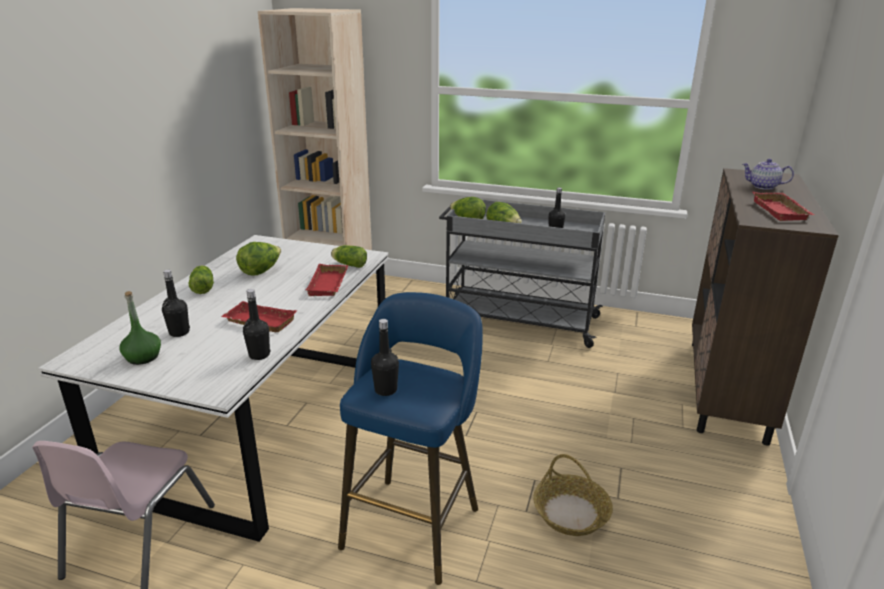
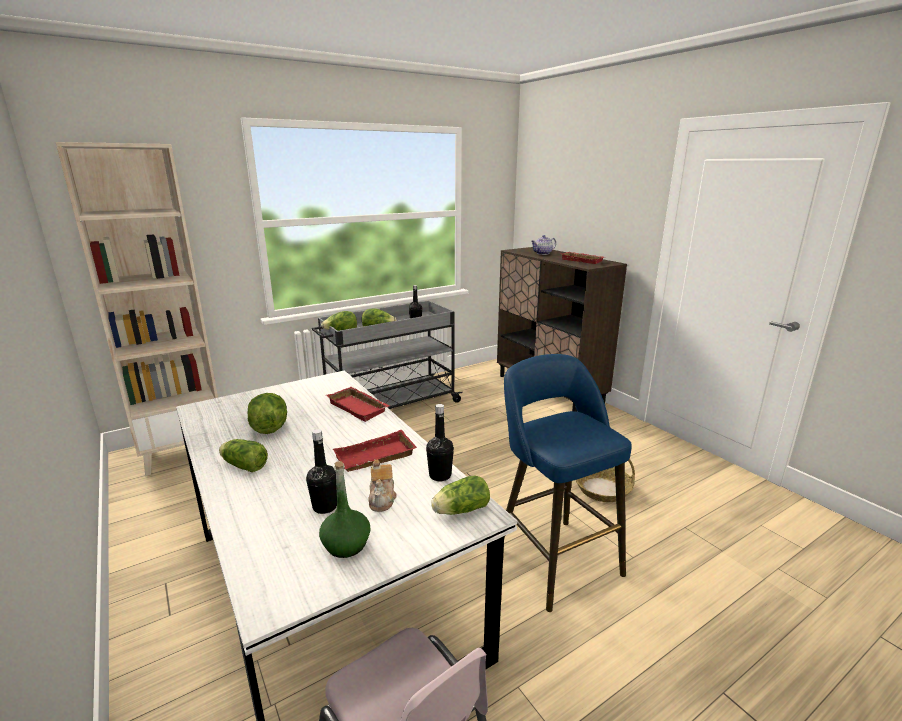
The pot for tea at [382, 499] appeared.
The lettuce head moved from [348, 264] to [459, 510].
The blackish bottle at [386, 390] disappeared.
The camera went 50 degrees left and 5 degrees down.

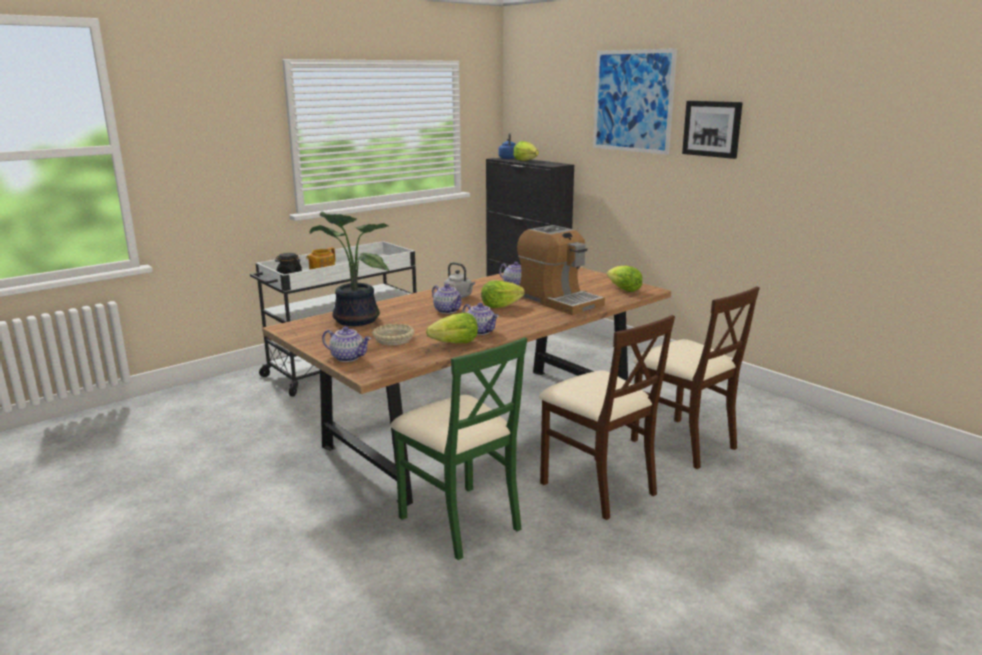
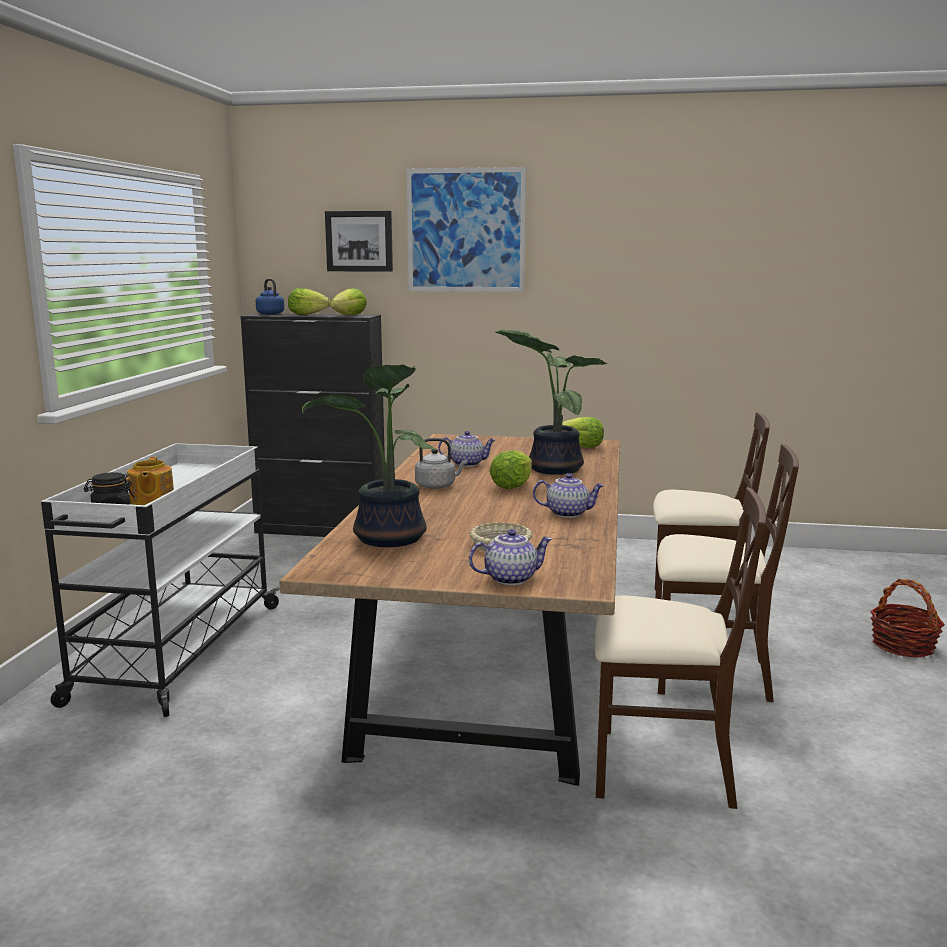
The wall art moved from [712, 128] to [359, 241].
The lettuce head moved from [455, 343] to [349, 315].
The coffee maker at [558, 300] was replaced by the houseplant at [552, 468].
The greenish chair at [460, 521] became the beige-coloured chair at [661, 768].
The basket at [903, 646] appeared.
The pot for tea at [448, 310] disappeared.
The camera went 40 degrees left and 5 degrees down.

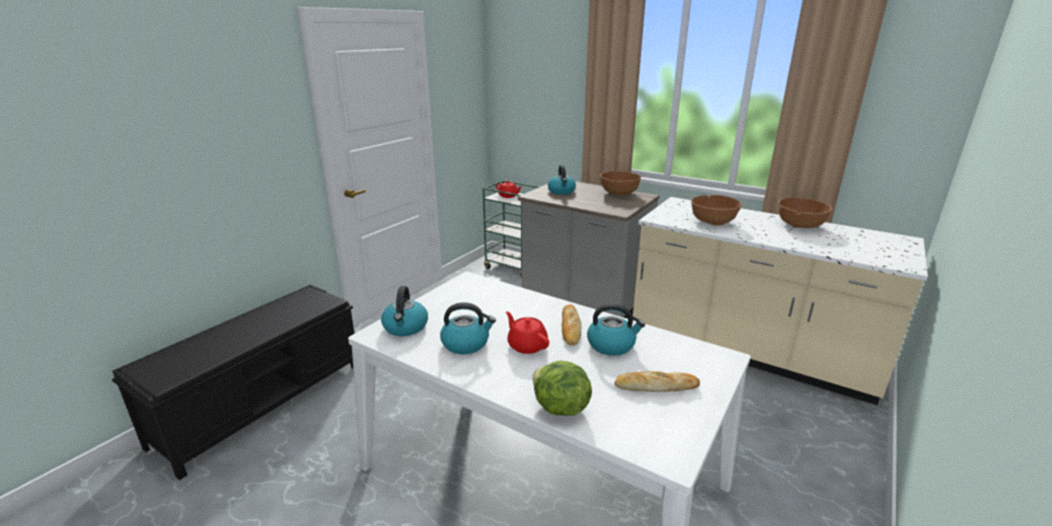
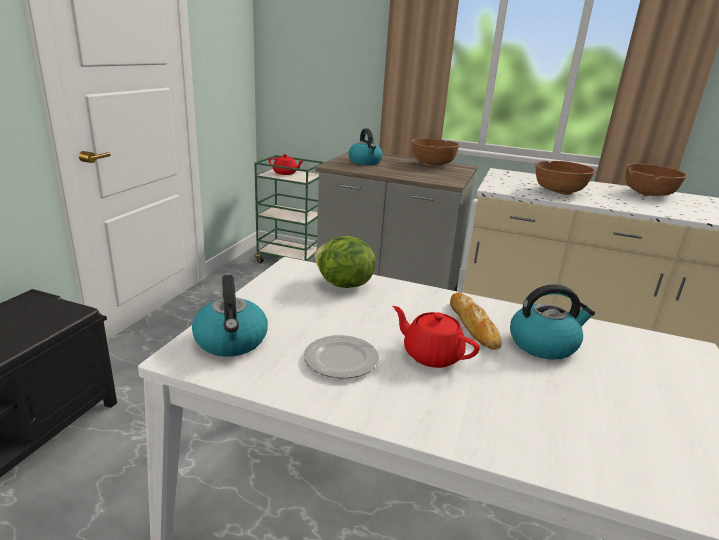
The tea kettle at [466, 343] was replaced by the plate at [340, 359].
The lettuce head moved from [559, 408] to [343, 285].
The bakery bread at [656, 386] disappeared.
The camera went 15 degrees left and 0 degrees up.

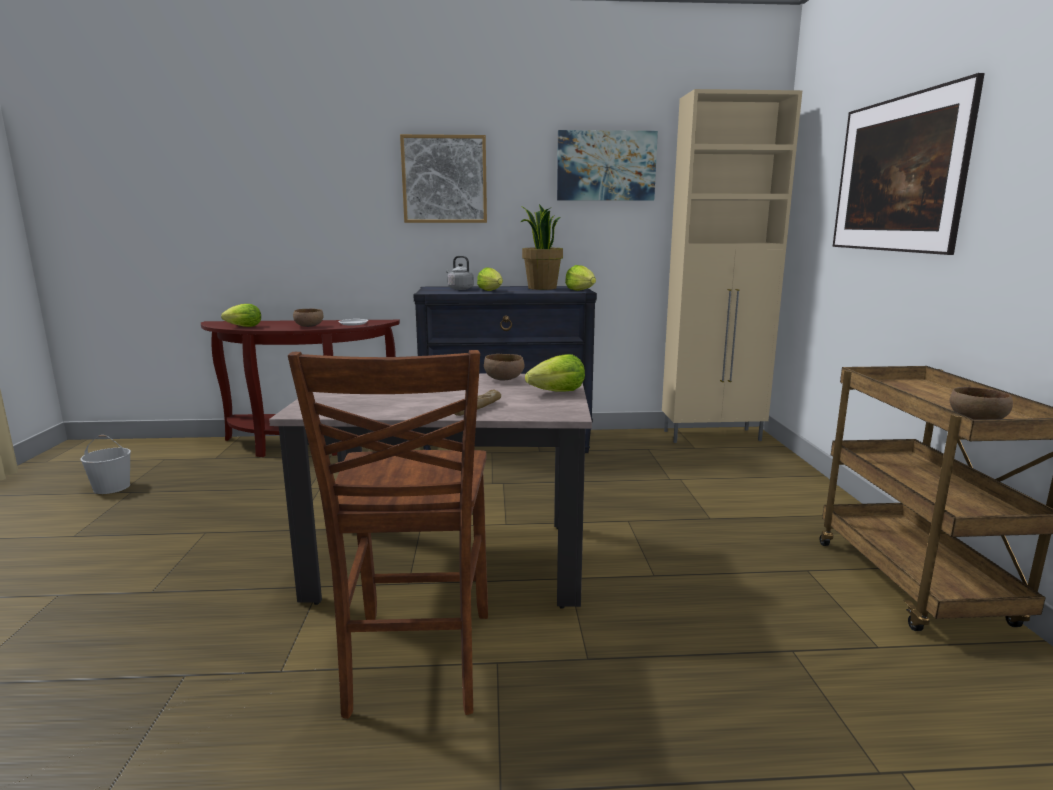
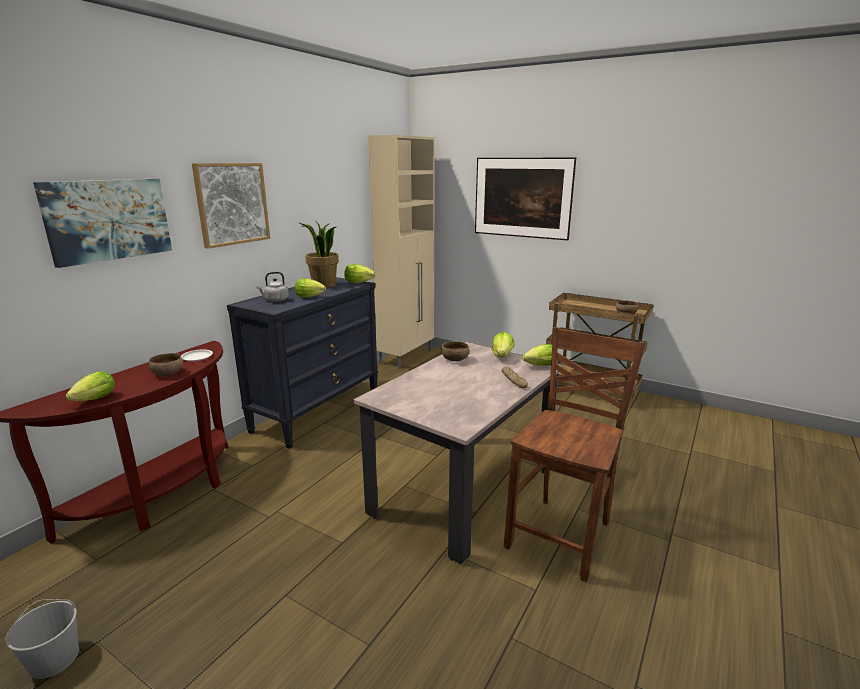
The wall art moved from [606, 166] to [108, 220].
The brownish chair at [416, 663] turned 90 degrees counterclockwise.
The lettuce head at [538, 366] appeared.
The camera went 55 degrees left and 5 degrees up.

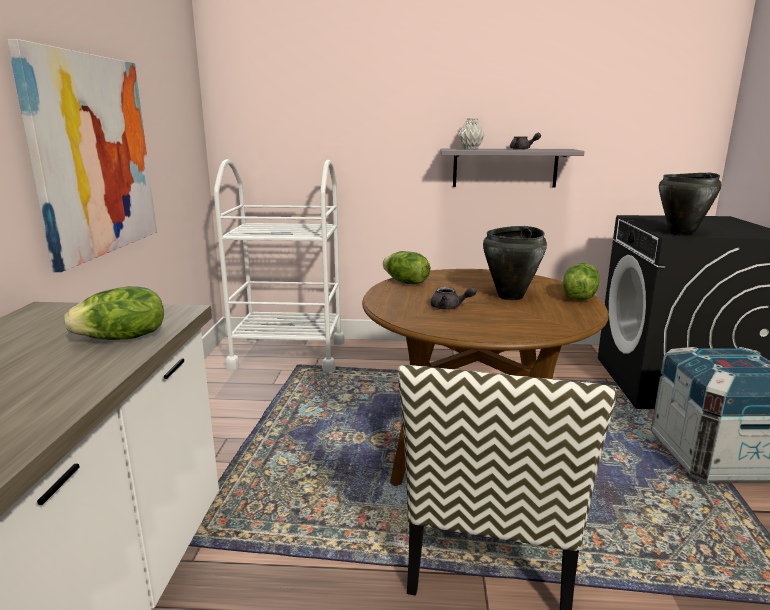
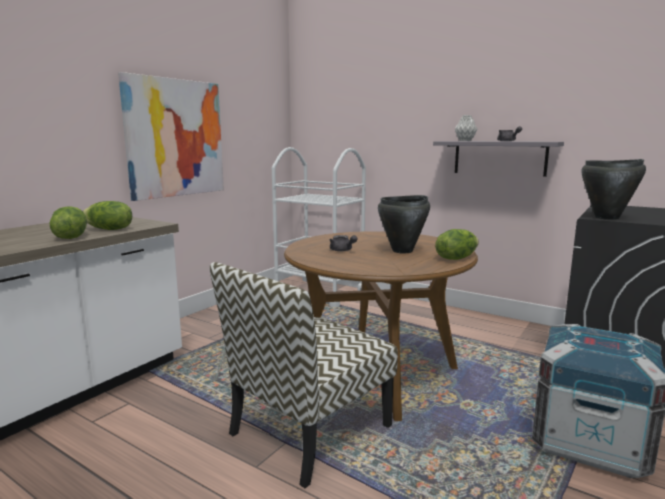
The lettuce head moved from [405, 282] to [70, 237].
The camera went 30 degrees right and 5 degrees down.

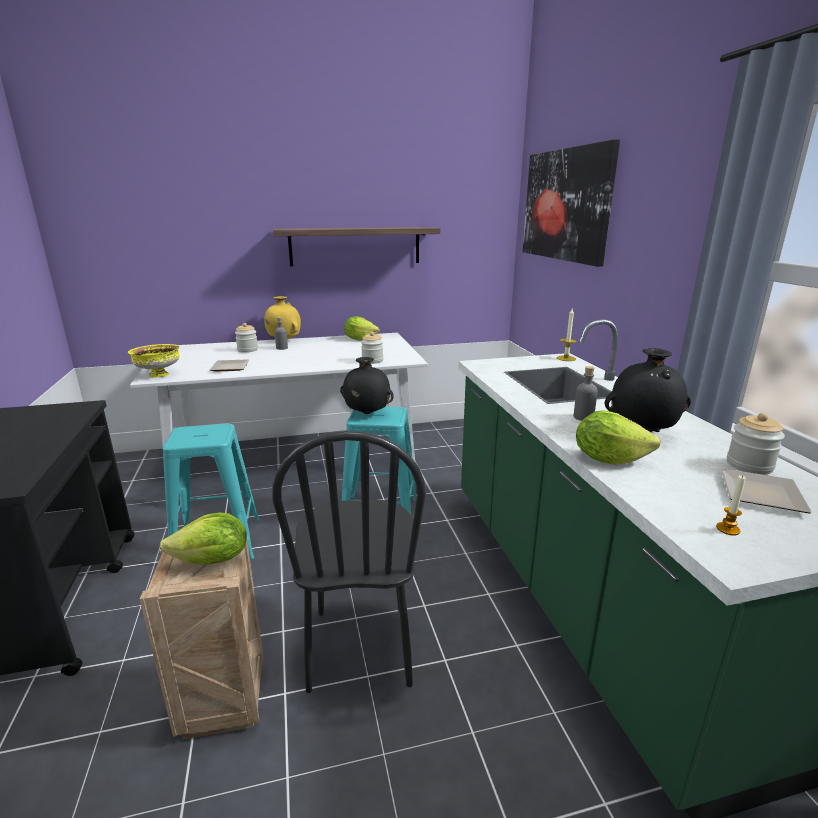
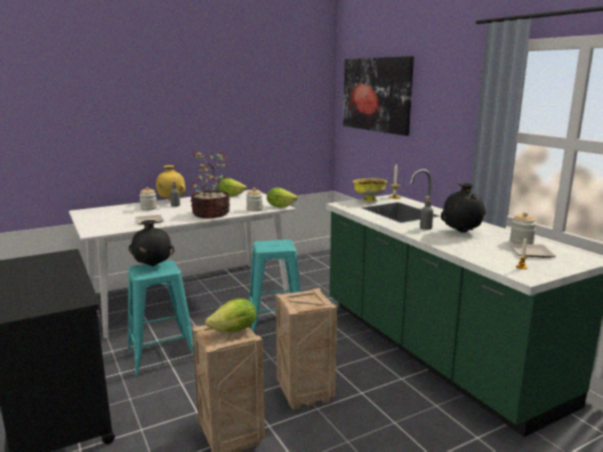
The blackish decorative vase moved from [366, 414] to [152, 266].
The houseplant at [210, 214] appeared.
The lettuce head moved from [608, 459] to [280, 206].
The blackish chair at [360, 647] was replaced by the crate at [304, 395].
The yellow-coloured deep dish moved from [158, 375] to [369, 200].
The shelf at [355, 246] disappeared.
The camera went 15 degrees left and 5 degrees down.

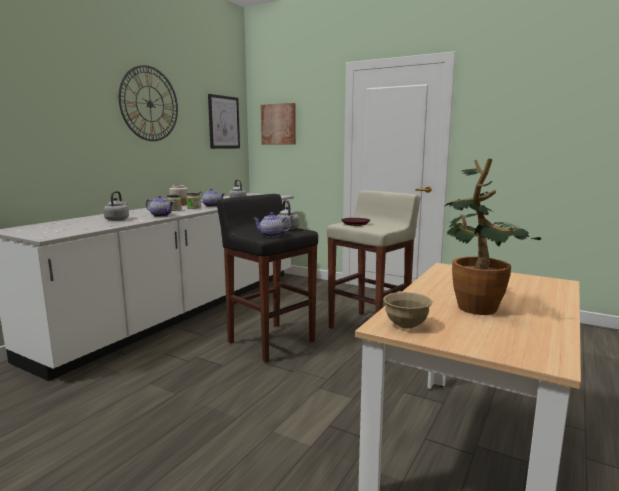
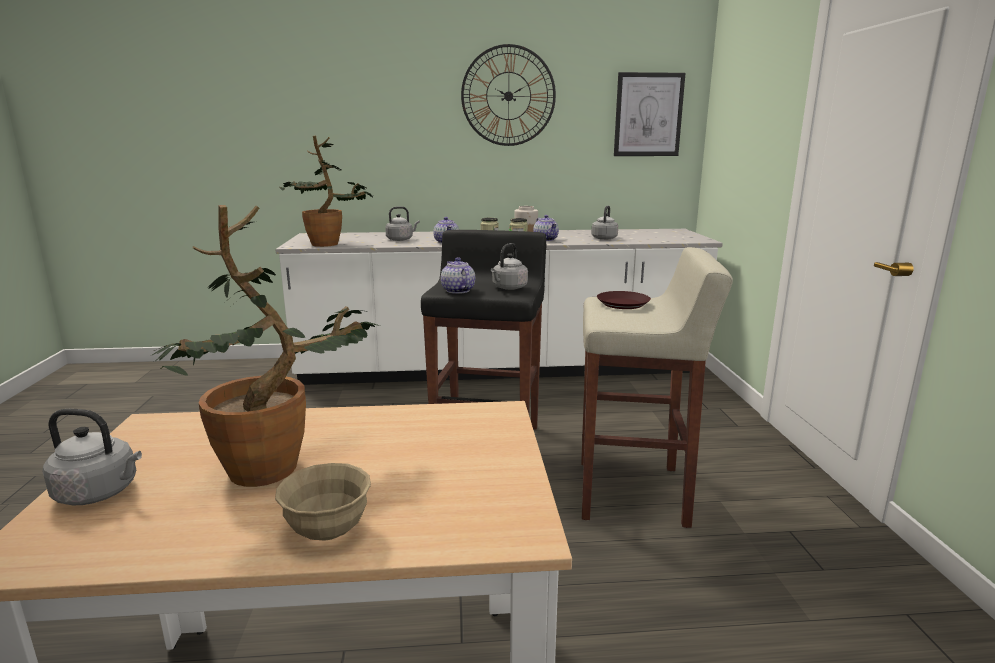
The grey tea kettle at [100, 492] appeared.
The beige-coloured deep dish moved from [406, 325] to [328, 530].
The houseplant at [330, 245] appeared.
The wall art at [278, 124] disappeared.
The camera went 55 degrees right and 5 degrees up.

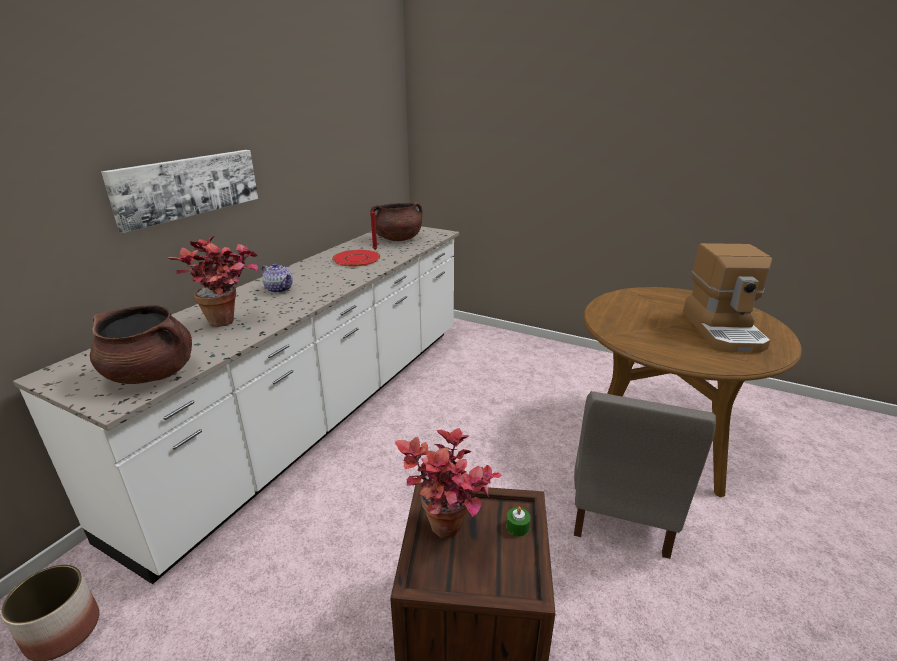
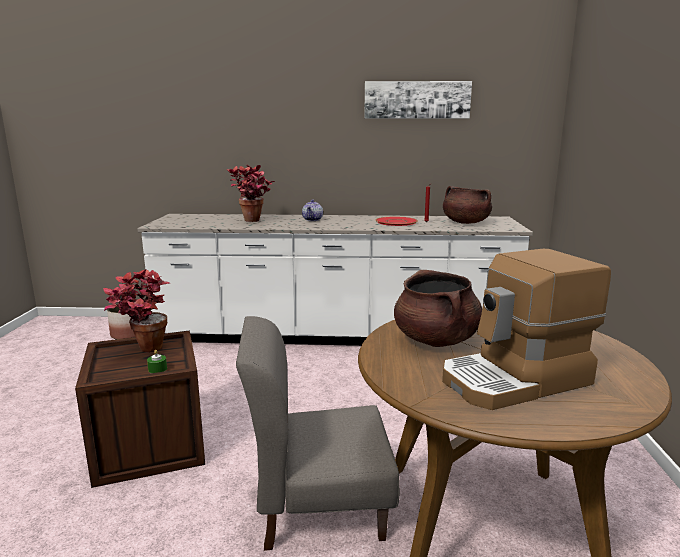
The wall art moved from [188, 186] to [417, 100].
The brownish saucepot moved from [151, 374] to [436, 340].
The camera went 65 degrees right and 10 degrees down.

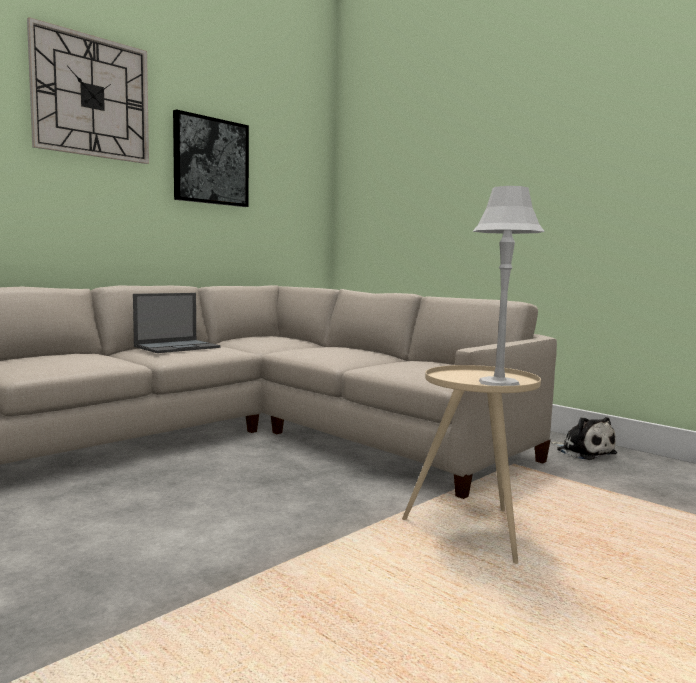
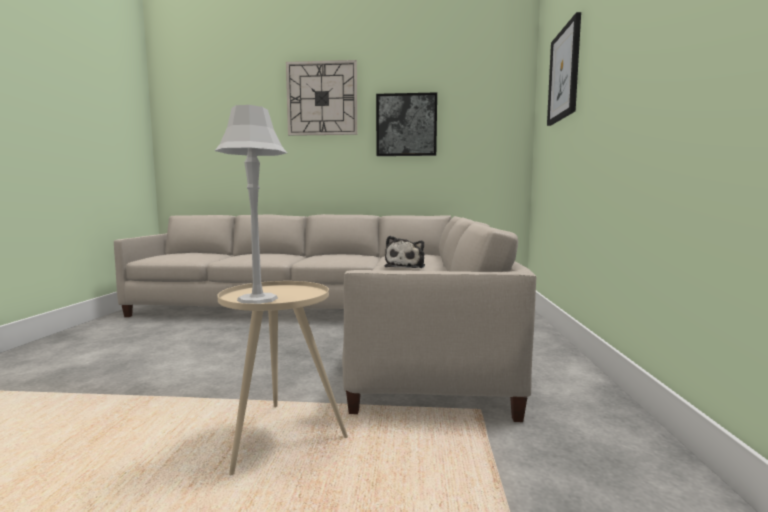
The soft toy moved from [583, 452] to [406, 266].
The wall art at [564, 74] appeared.
The laptop at [178, 347] disappeared.
The camera went 50 degrees right and 0 degrees up.

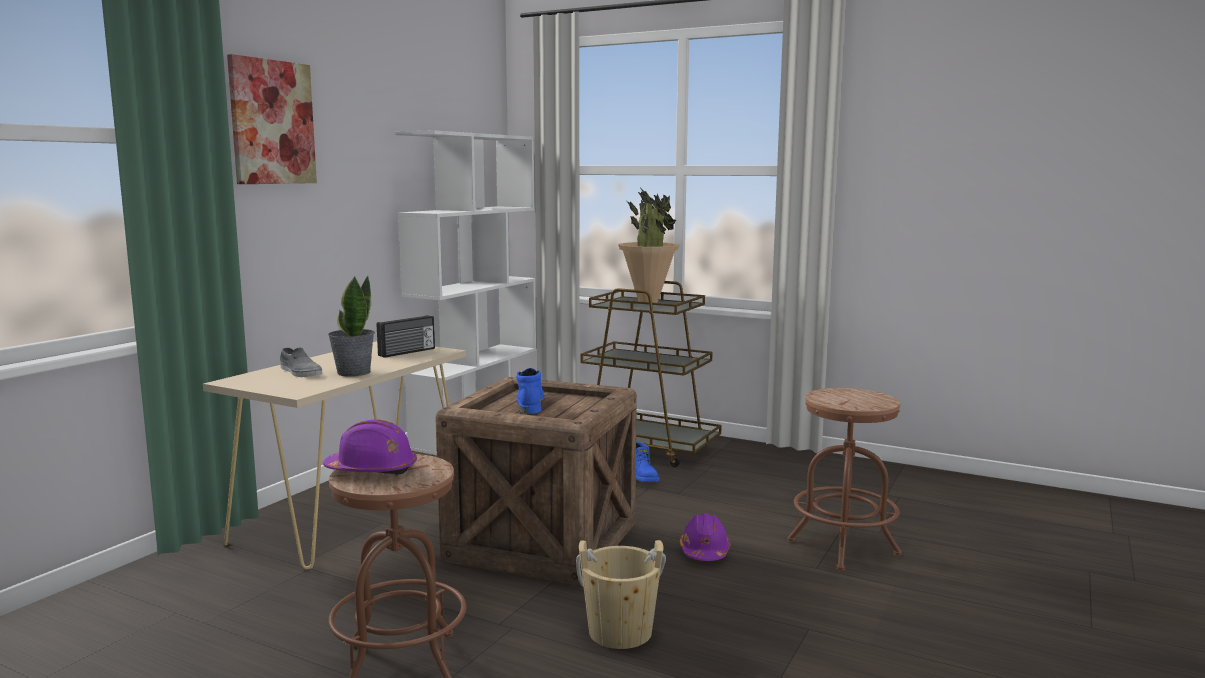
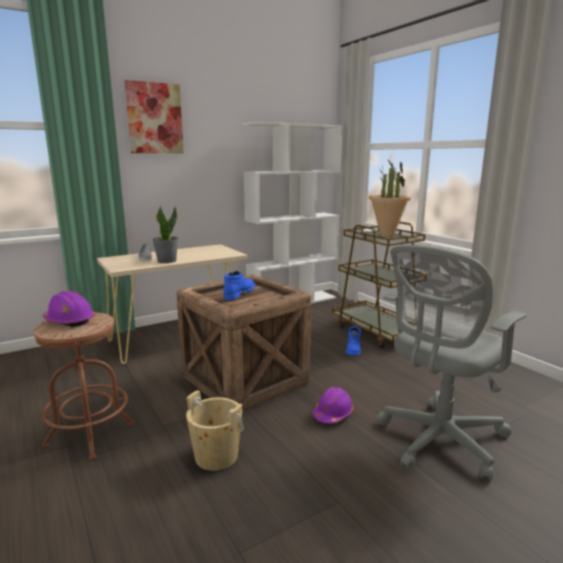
The brownish sitting stool at [843, 547] was replaced by the grey computer chair at [438, 441].
The radio set at [407, 352] disappeared.
The camera went 30 degrees right and 5 degrees up.

